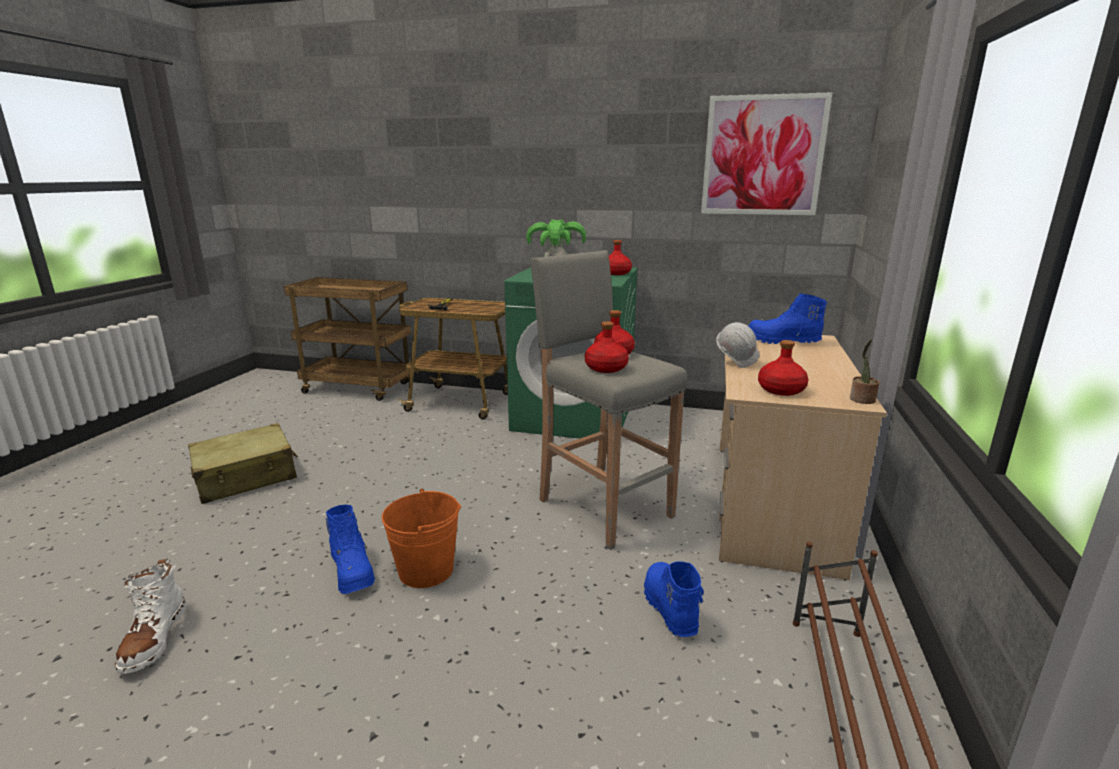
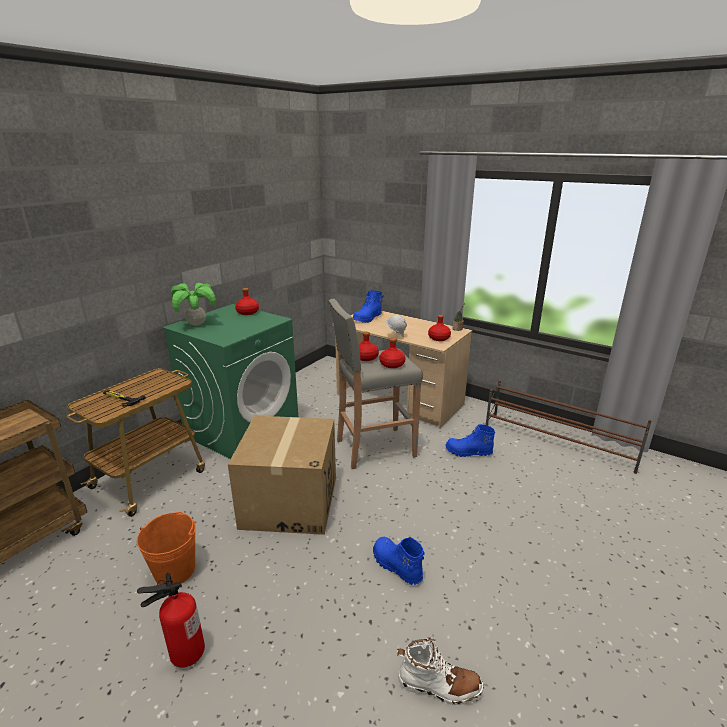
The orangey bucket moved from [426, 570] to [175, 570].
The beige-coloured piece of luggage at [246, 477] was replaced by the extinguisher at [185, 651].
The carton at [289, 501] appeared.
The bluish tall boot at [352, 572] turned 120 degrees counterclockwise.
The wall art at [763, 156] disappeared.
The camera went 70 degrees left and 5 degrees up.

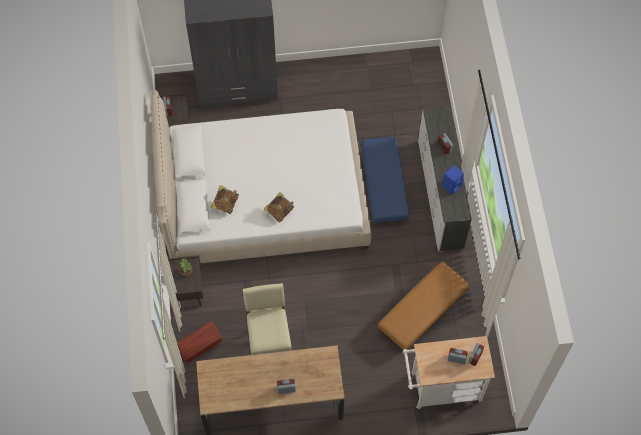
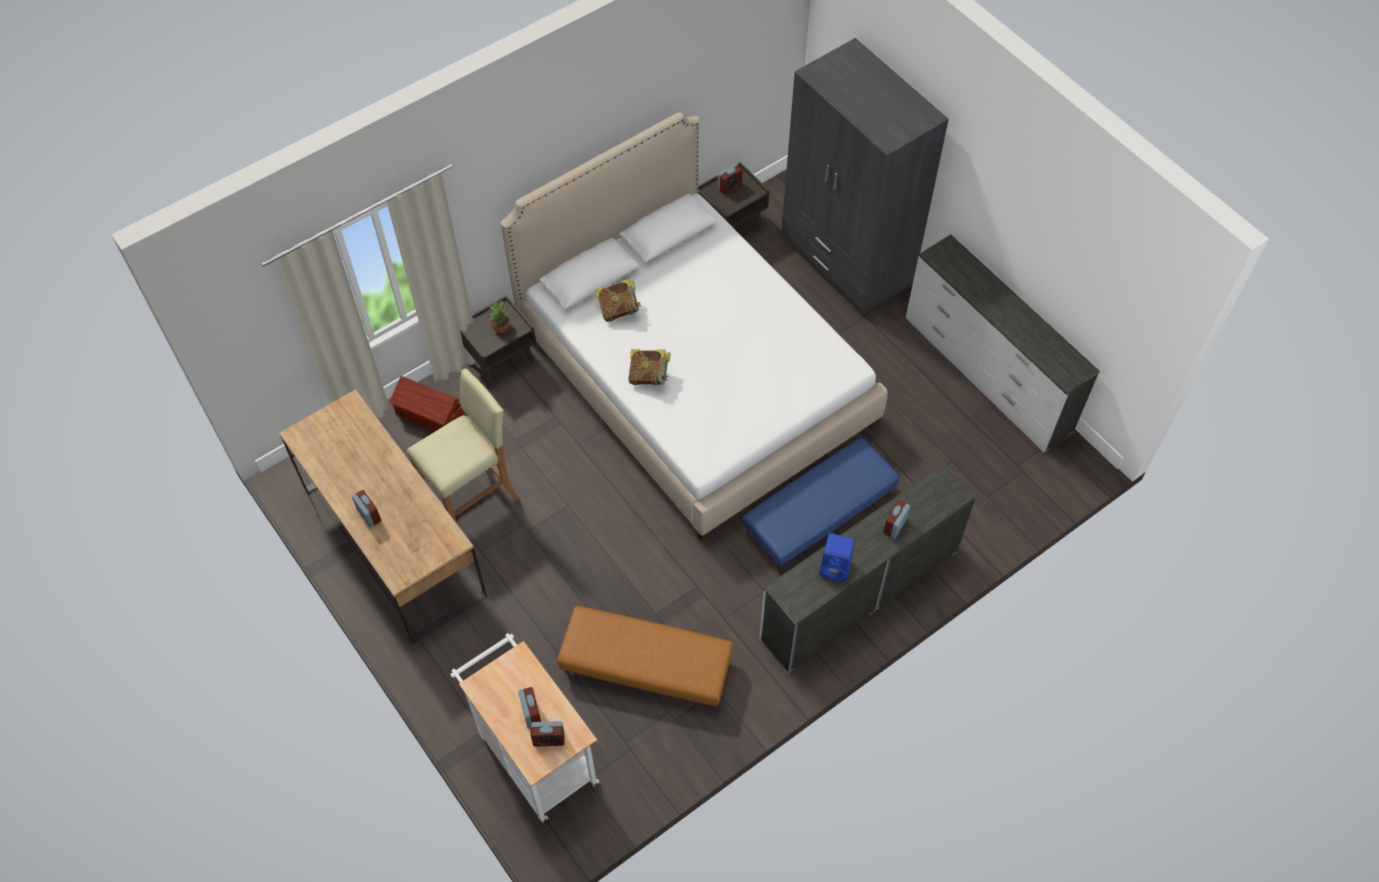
The white dresser at [987, 374] appeared.
The camera went 60 degrees right and 5 degrees down.

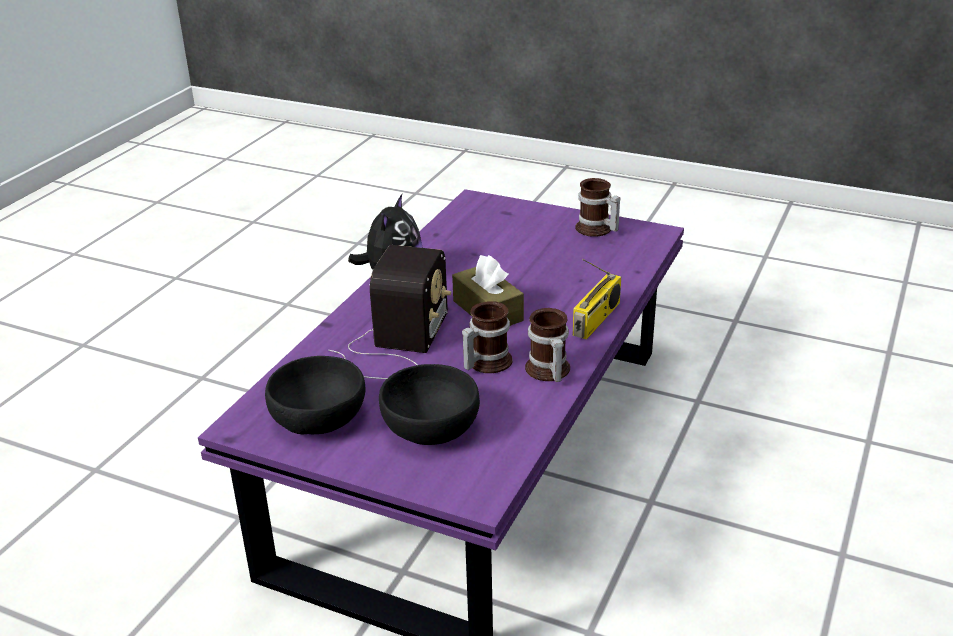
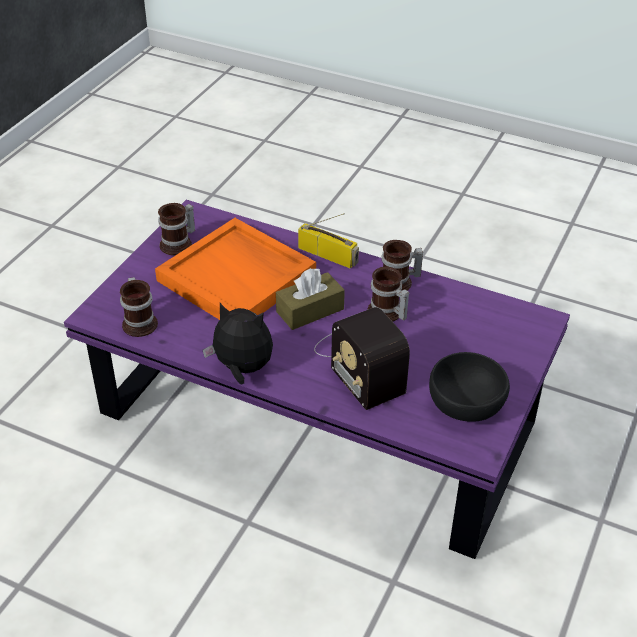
The tea mug at [141, 322] appeared.
The orangey tray at [238, 277] appeared.
The radio set at [396, 344] turned 135 degrees counterclockwise.
The blackish deep dish at [430, 428] disappeared.
The camera went 90 degrees left and 10 degrees up.

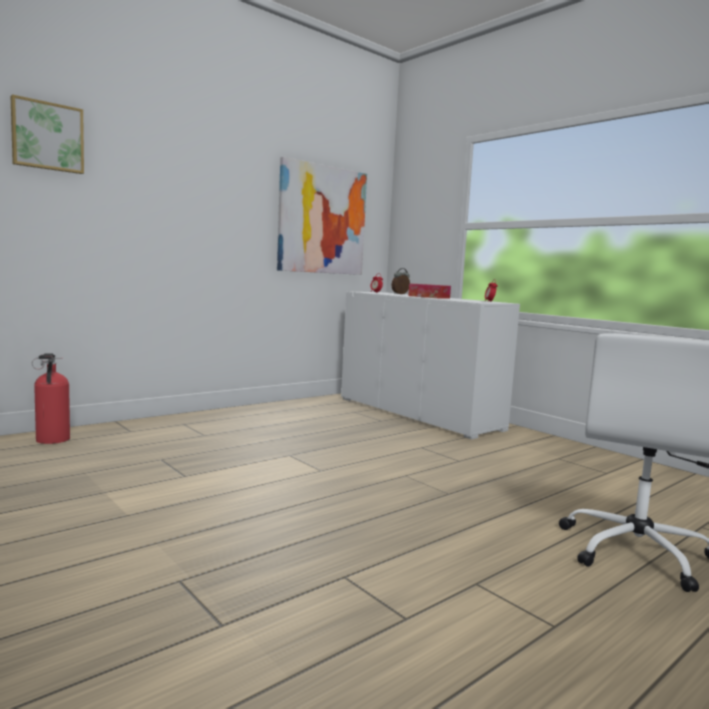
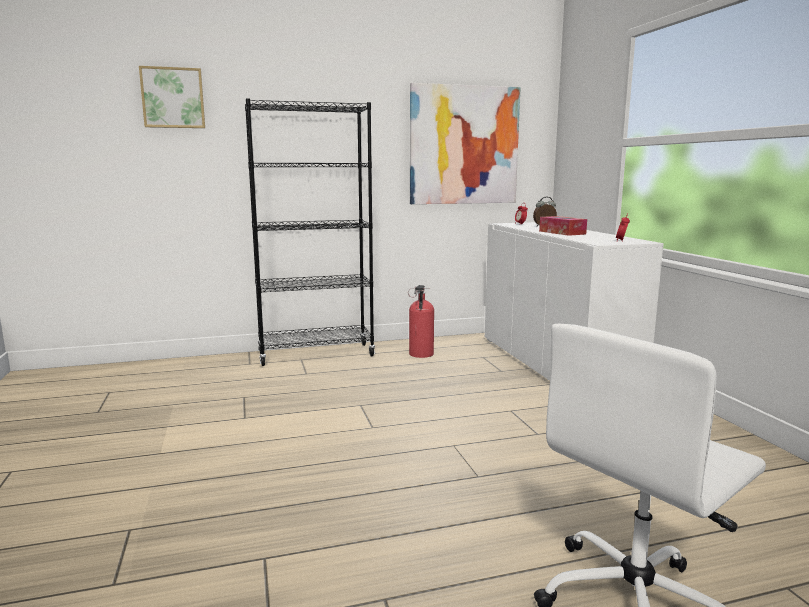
The blackish bookcase at [316, 354] appeared.
The extinguisher moved from [52, 440] to [421, 355].
The camera went 25 degrees right and 5 degrees up.

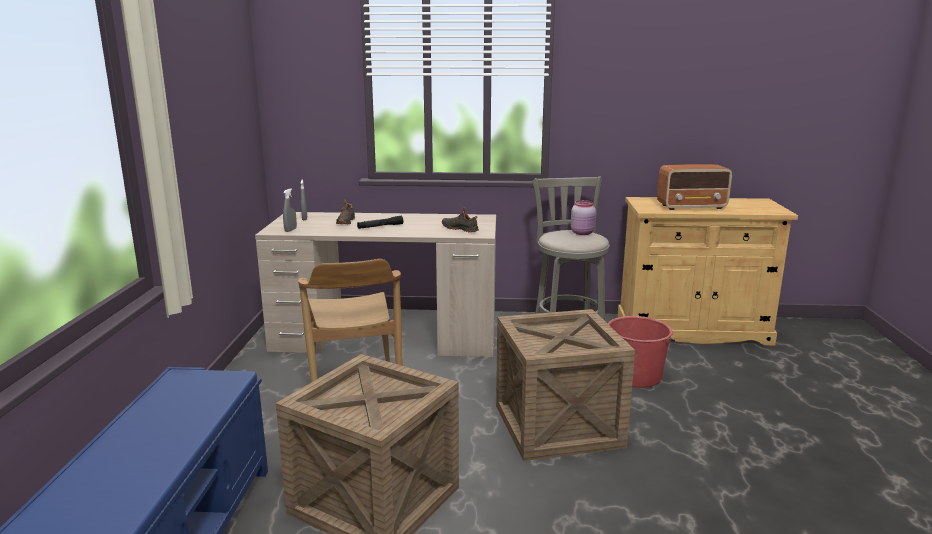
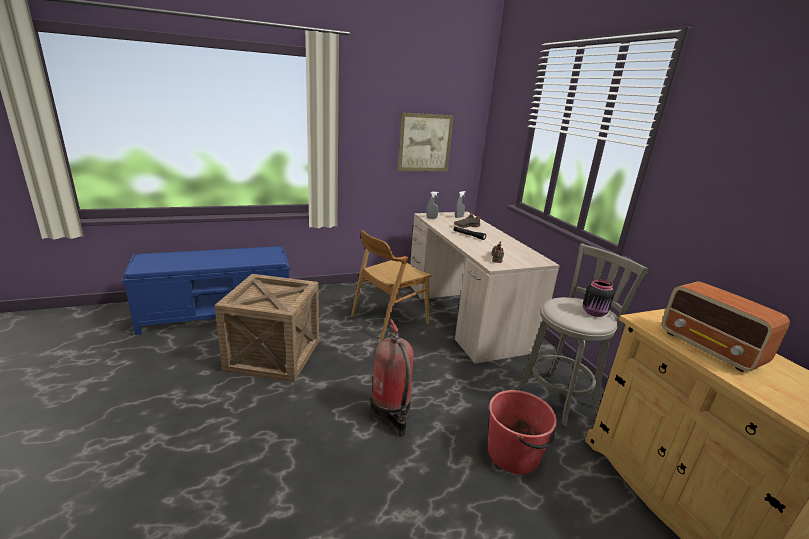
The crate at [557, 426] was replaced by the extinguisher at [391, 414].
The wall art at [425, 143] appeared.
The pink jar at [583, 233] became the blackish jar at [594, 313].
The camera went 65 degrees right and 5 degrees up.

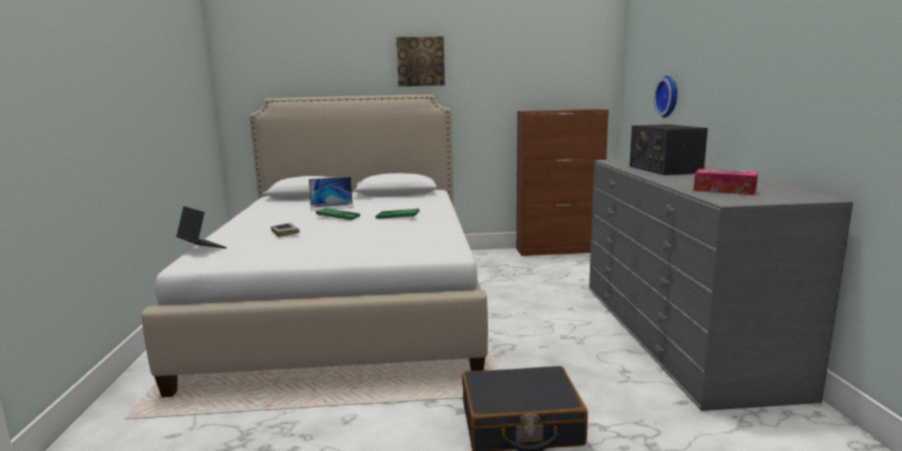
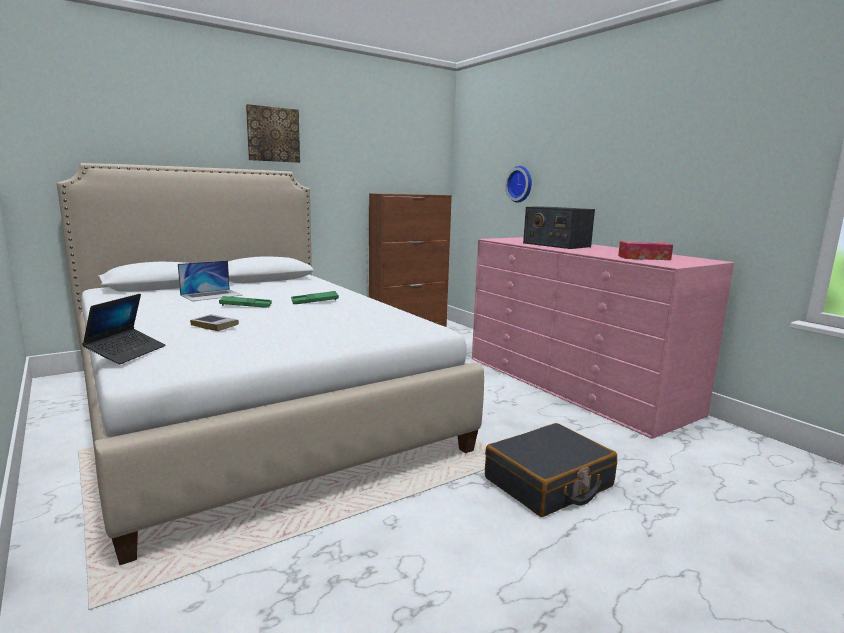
The laptop at [201, 247] turned 90 degrees clockwise.
The grey dresser at [679, 333] became the pink dresser at [574, 384].
The camera went 30 degrees left and 0 degrees up.

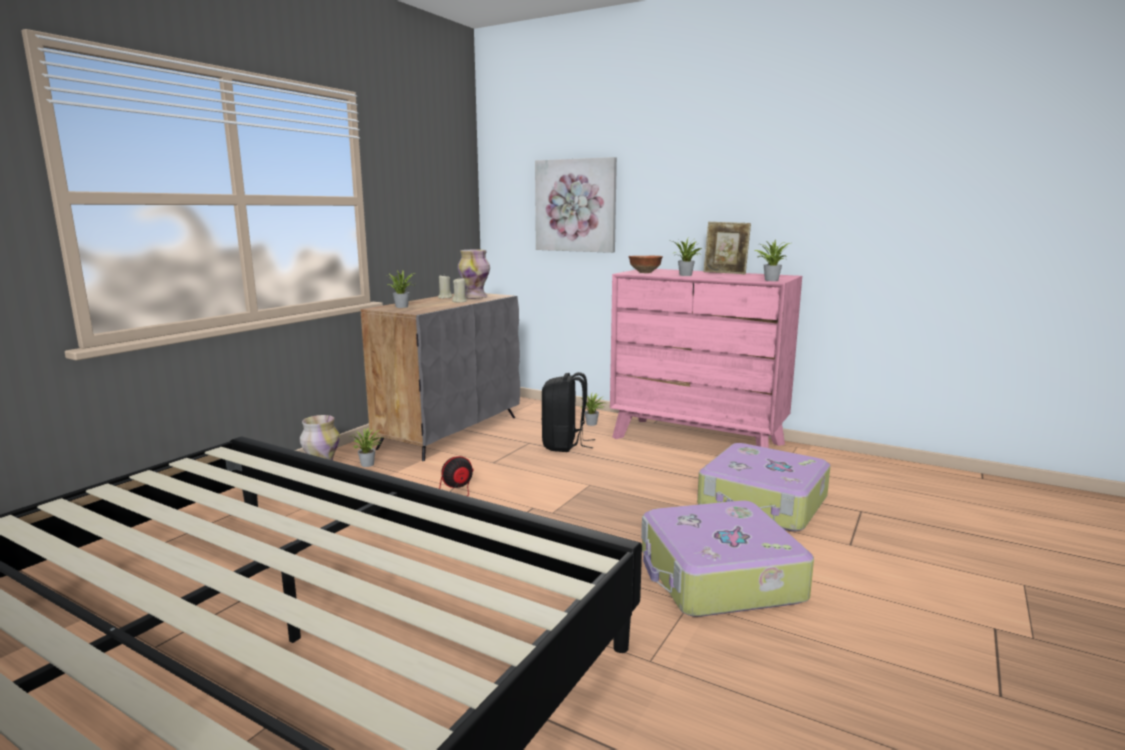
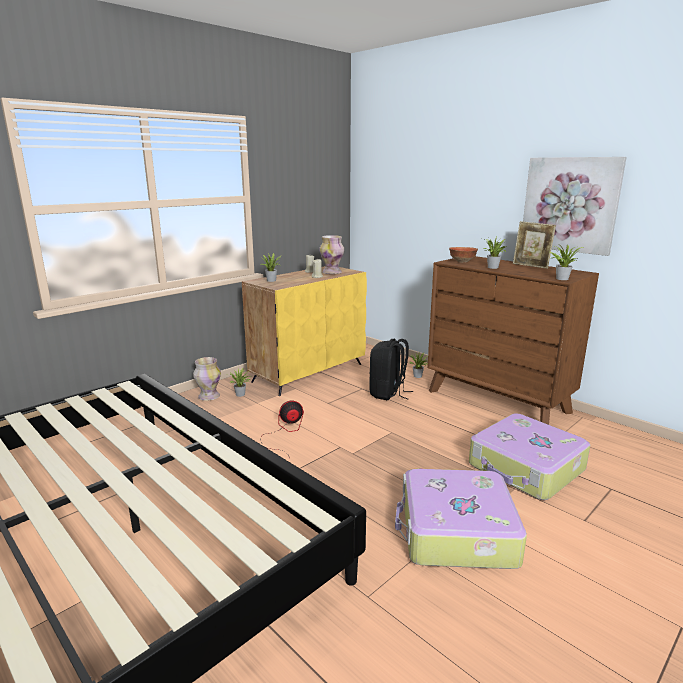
The grey cupboard at [450, 432] became the yellow-coloured cupboard at [308, 372].
The pink dresser at [697, 440] became the brownish dresser at [497, 401].
The wall art moved from [576, 205] to [570, 205].
The camera went 15 degrees right and 5 degrees up.

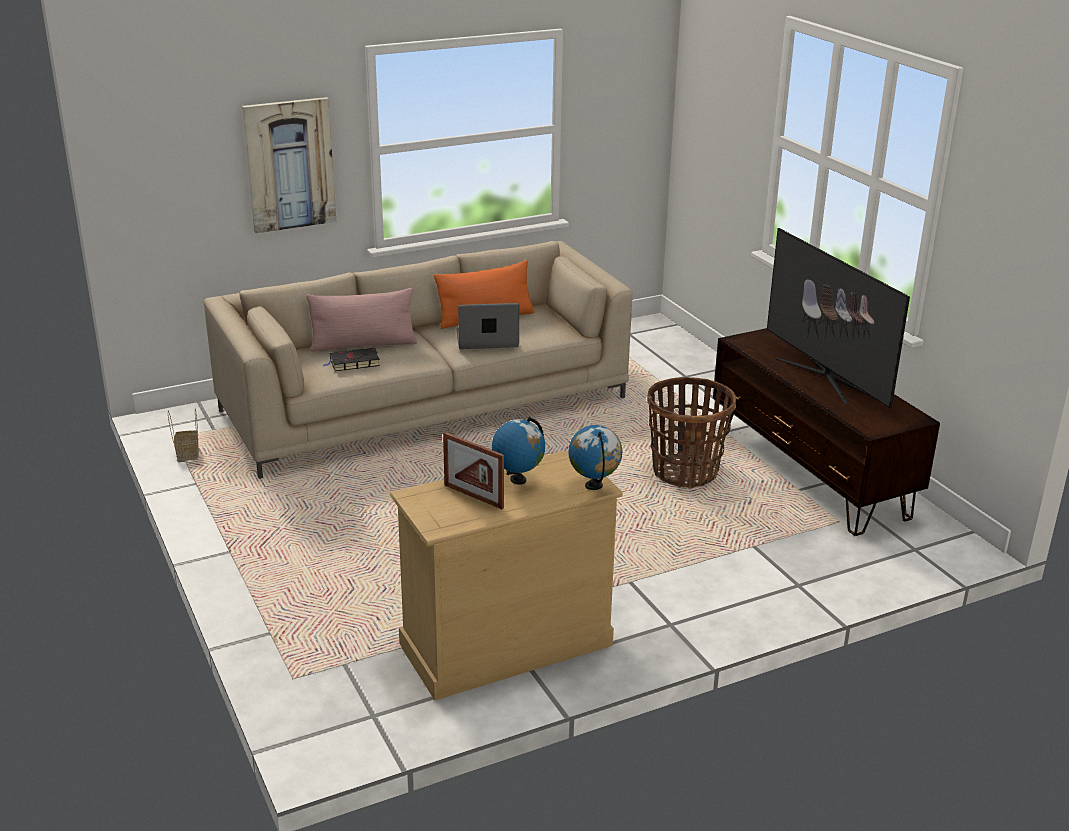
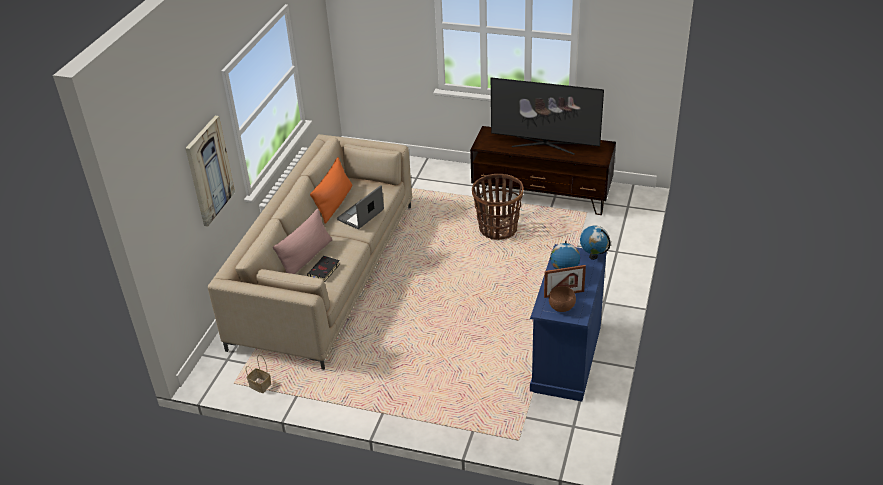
The beige-coloured dresser at [505, 644] became the bluish dresser at [565, 358].
The brownish deep dish at [561, 308] appeared.
The camera went 45 degrees left and 10 degrees up.

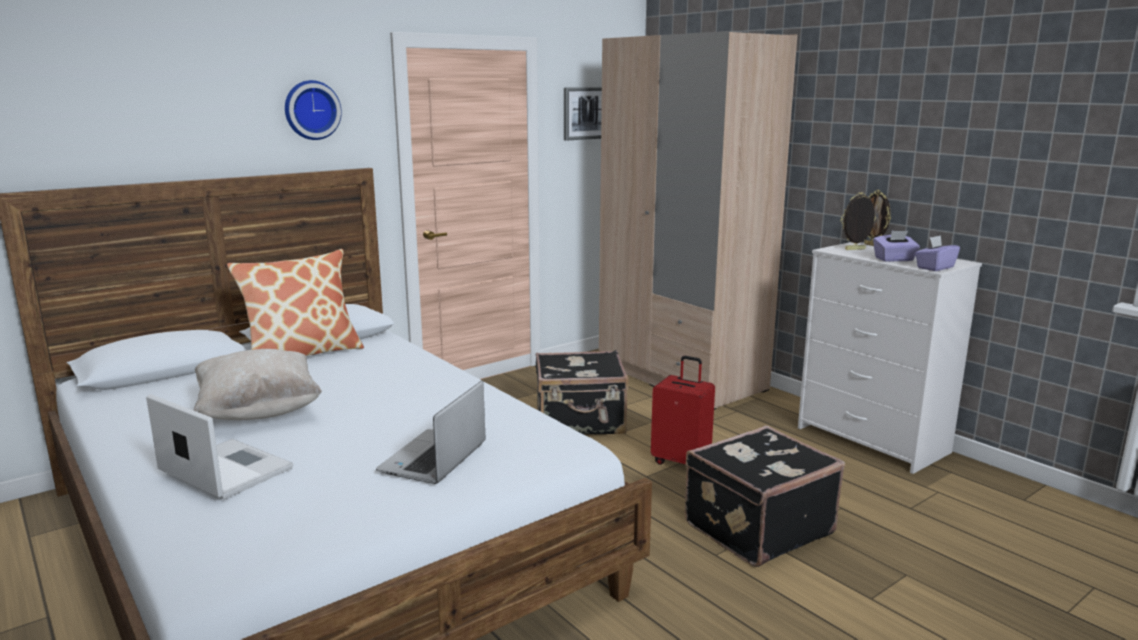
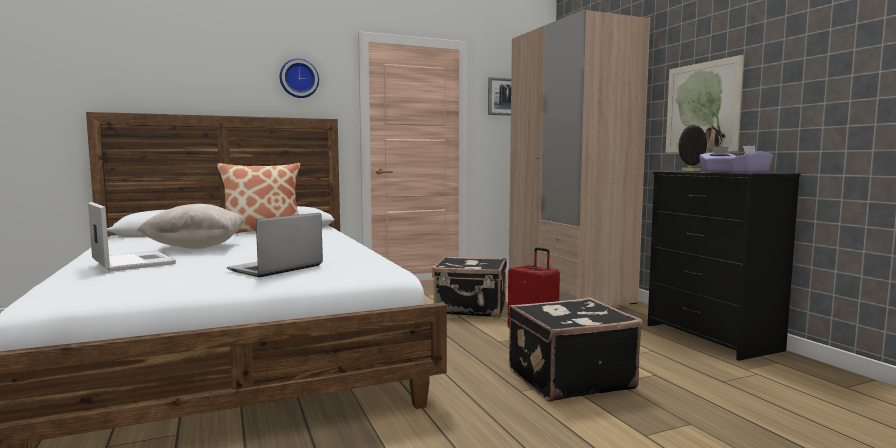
The white dresser at [873, 440] became the blackish dresser at [713, 337].
The wall art at [702, 107] appeared.
The camera went 15 degrees right and 10 degrees down.

